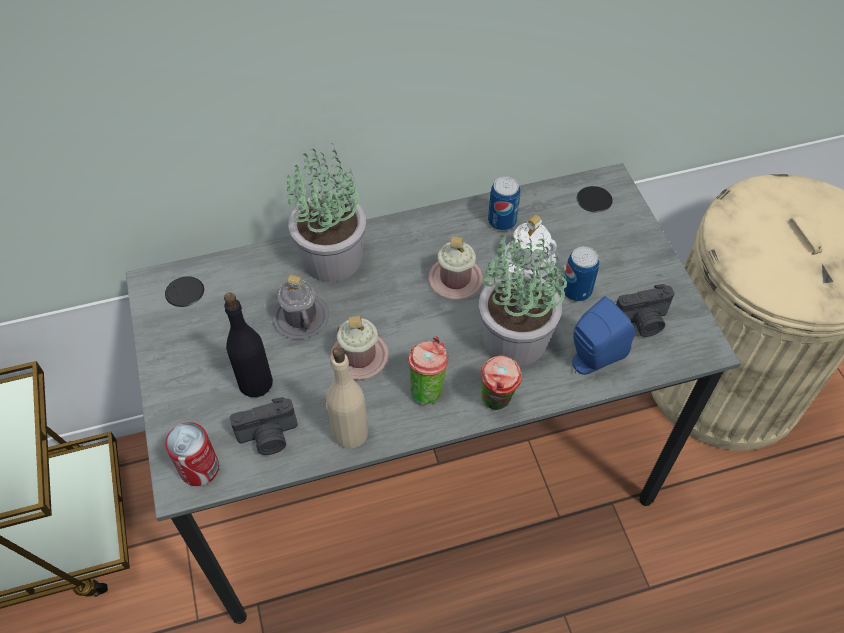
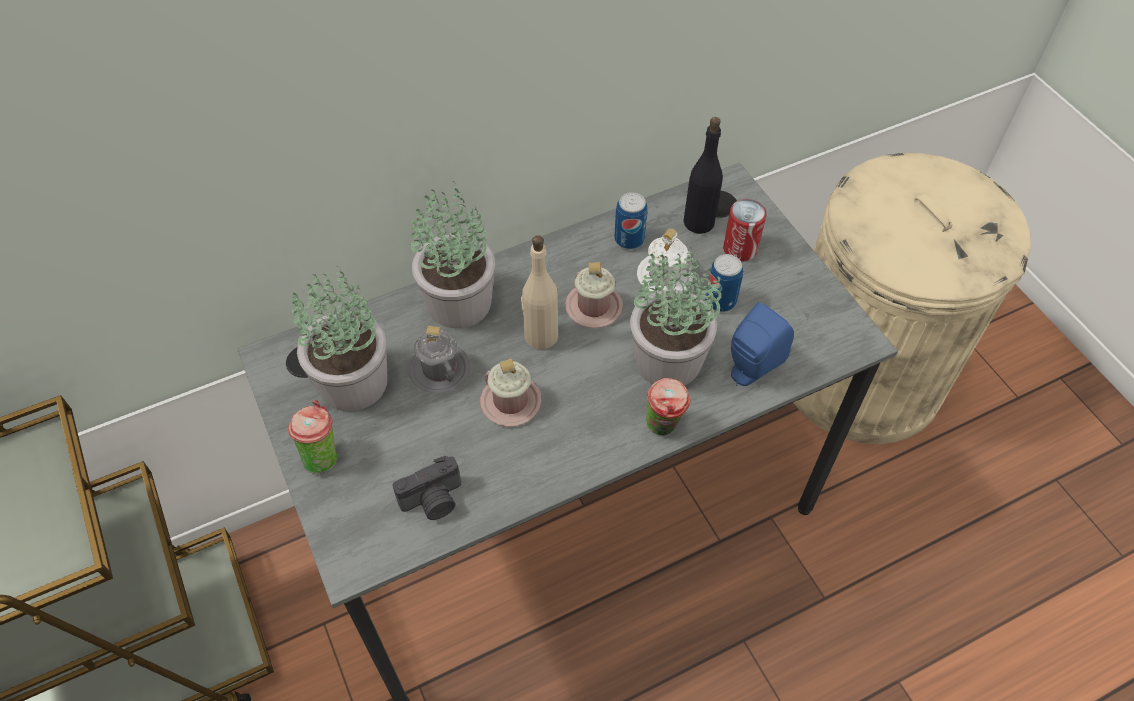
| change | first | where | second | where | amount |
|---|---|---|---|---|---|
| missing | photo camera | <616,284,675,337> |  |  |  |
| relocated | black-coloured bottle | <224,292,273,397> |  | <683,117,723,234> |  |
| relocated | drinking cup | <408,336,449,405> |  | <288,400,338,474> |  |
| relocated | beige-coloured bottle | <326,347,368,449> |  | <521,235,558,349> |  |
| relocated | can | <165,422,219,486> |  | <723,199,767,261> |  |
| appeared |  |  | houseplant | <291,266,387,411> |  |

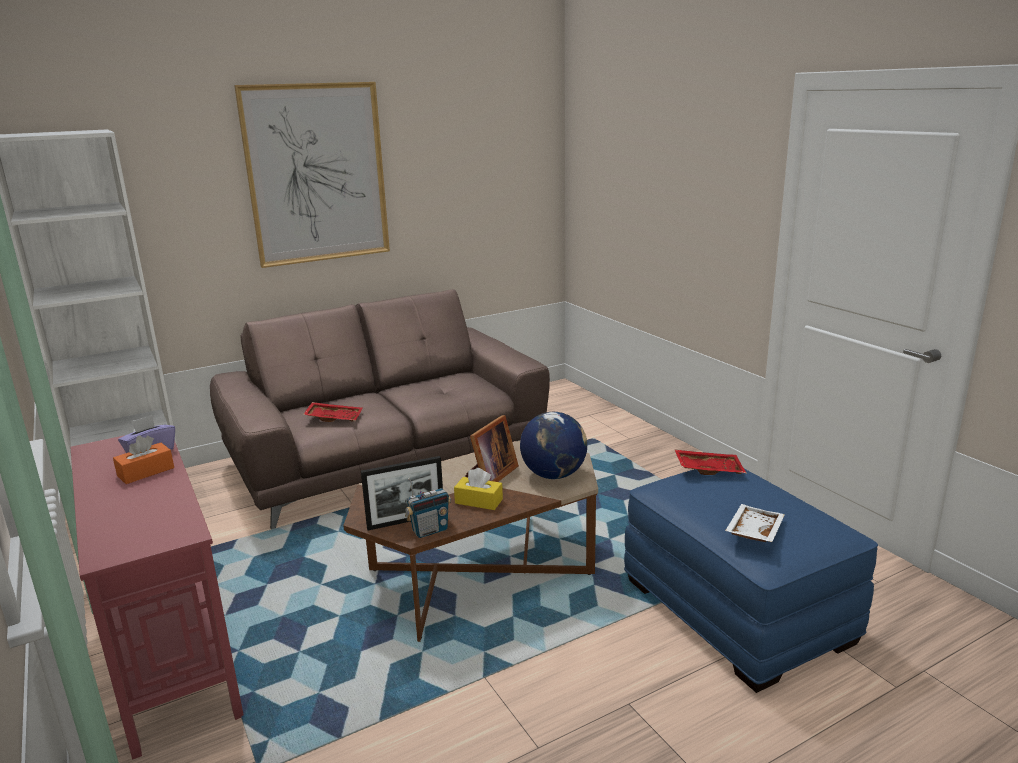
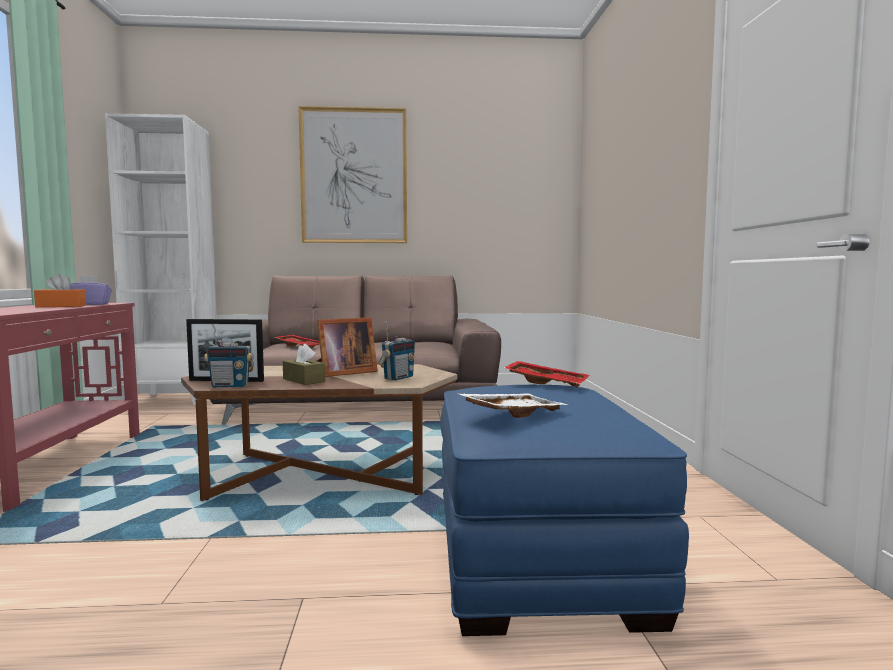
| change | first | where | second | where | amount |
|---|---|---|---|---|---|
| exchanged | globe | <520,412,587,479> | radio | <378,322,415,380> |  |
| colour | yellowish tissue holder | <454,468,503,510> | brownish tissue holder | <283,343,325,385> |  |

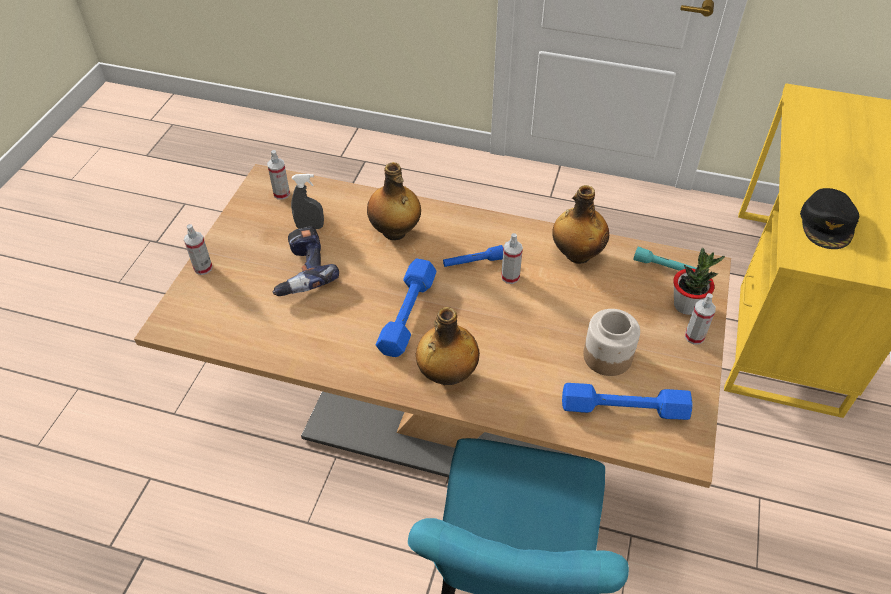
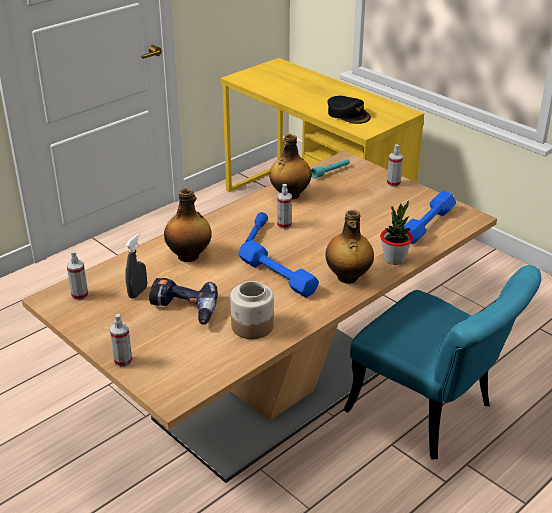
| change | first | where | second | where | amount |
|---|---|---|---|---|---|
| relocated | houseplant | <673,248,725,315> |  | <380,201,413,265> |  |
| relocated | storage jar | <583,309,640,376> |  | <230,281,274,339> |  |

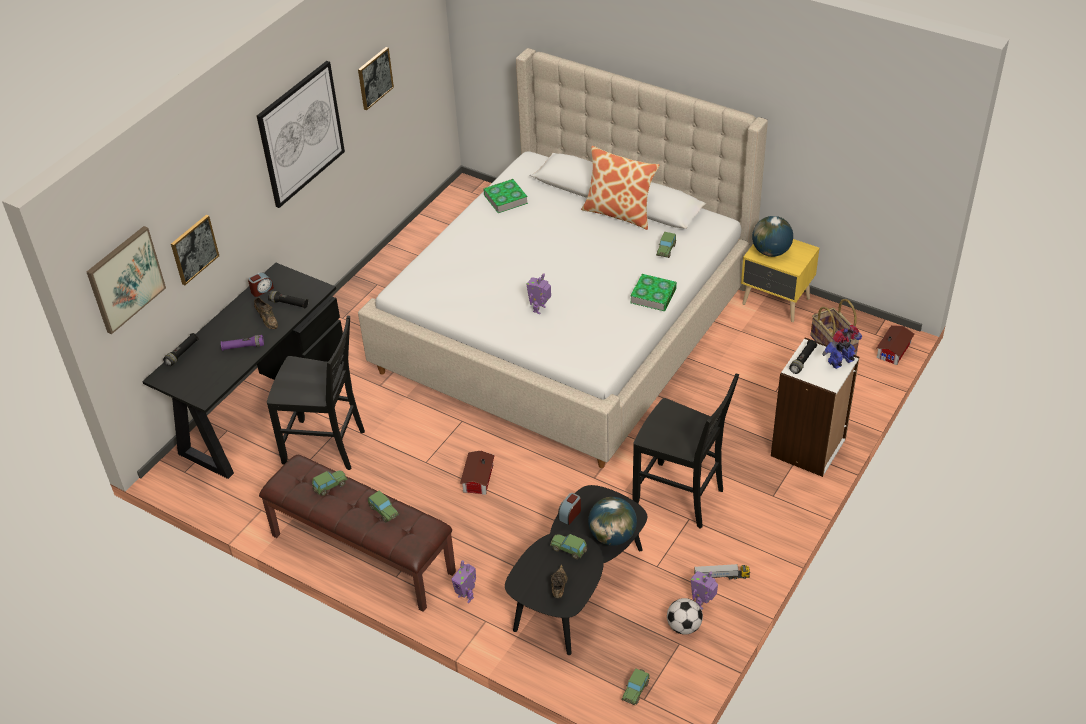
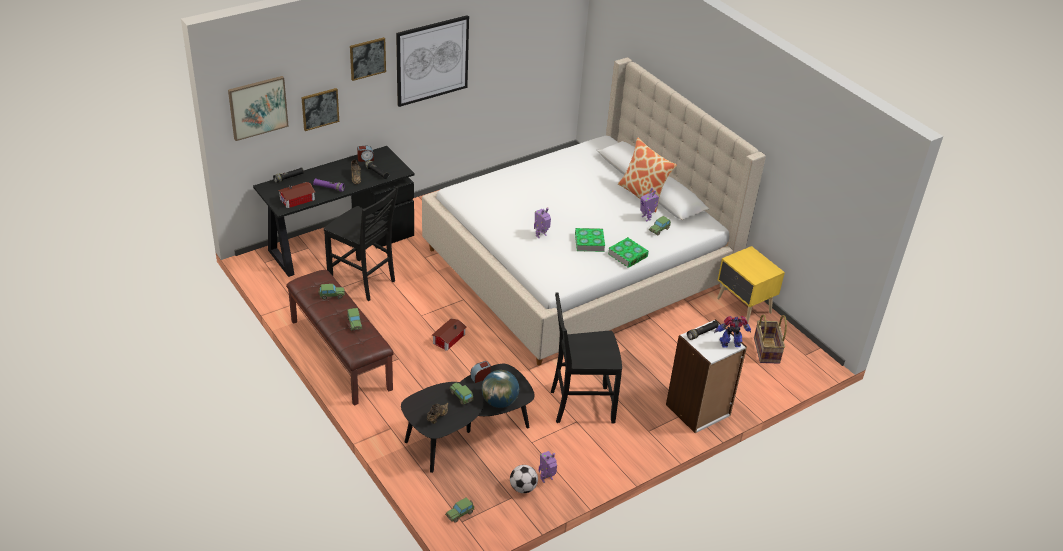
| change | first | where | second | where | amount |
|---|---|---|---|---|---|
| relocated | wall picture | <358,47,394,110> |  | <350,37,386,81> |  |
| relocated | volume | <483,179,528,213> |  | <575,228,605,252> |  |
| missing | globe | <752,216,793,257> |  |  |  |
| relocated | model house | <877,325,914,365> |  | <278,182,315,208> |  |
| spun | black-coloured plain chair | <632,373,739,529> |  | <551,293,622,424> | 120 degrees clockwise |
| relocated | robot figure | <451,560,476,603> |  | <640,188,659,222> |  |
| missing | toy lorry | <694,564,750,580> |  |  |  |

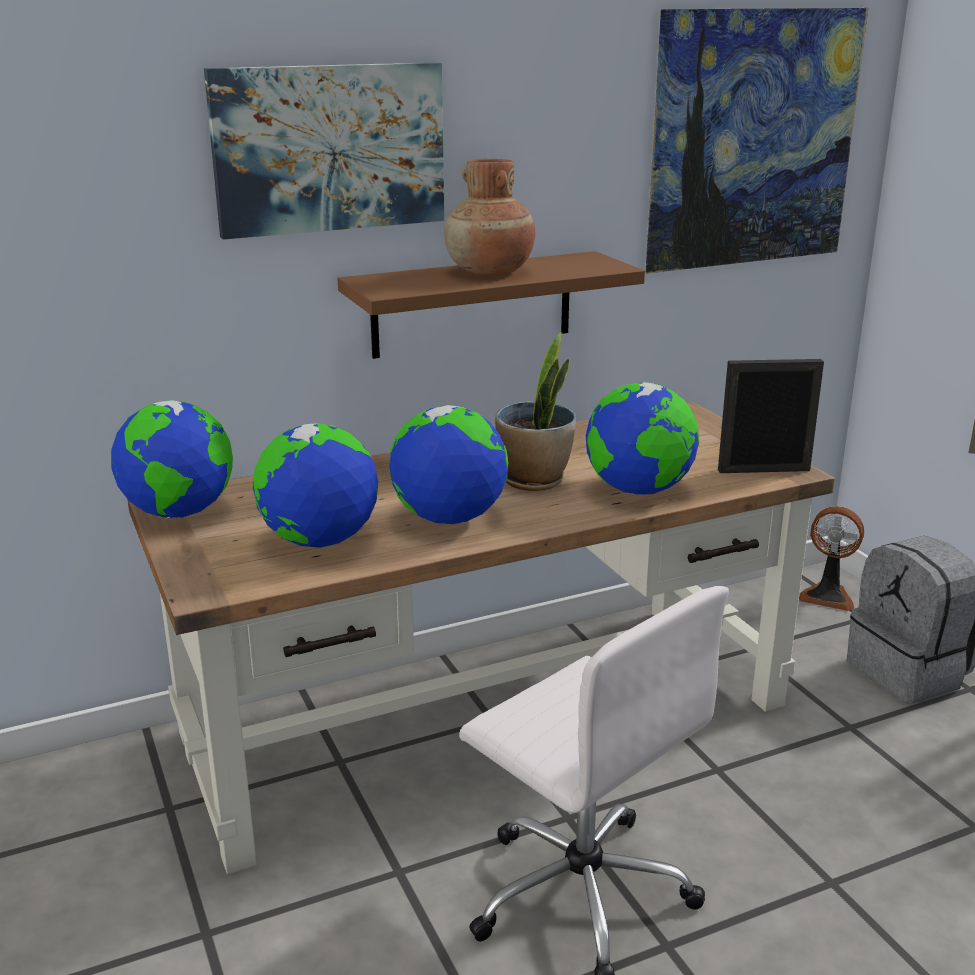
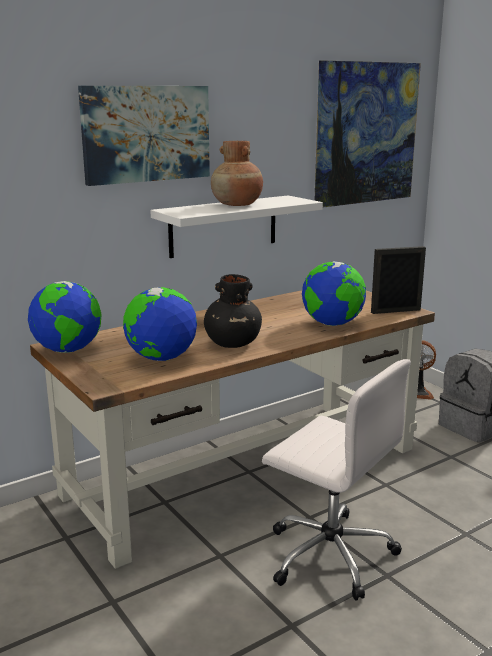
| change | first | where | second | where | amount |
|---|---|---|---|---|---|
| colour | brownish wall shelf | <337,251,645,359> | white wall shelf | <150,196,323,258> |  |
| missing | houseplant | <495,332,576,491> |  |  |  |
| exchanged | globe | <389,405,509,524> | black-coloured vase | <204,274,262,348> |  |

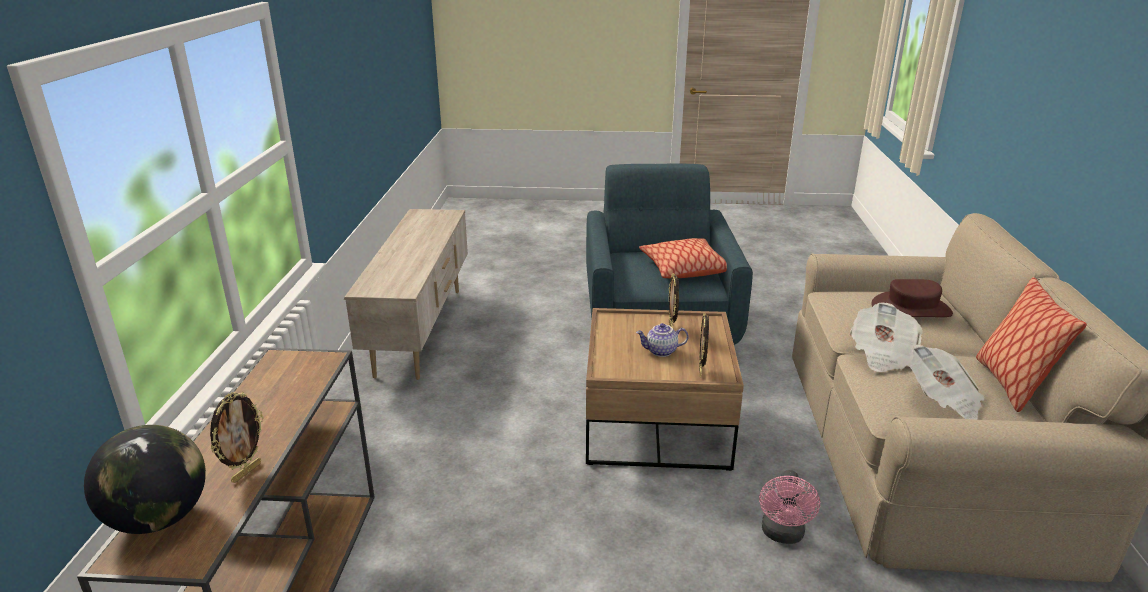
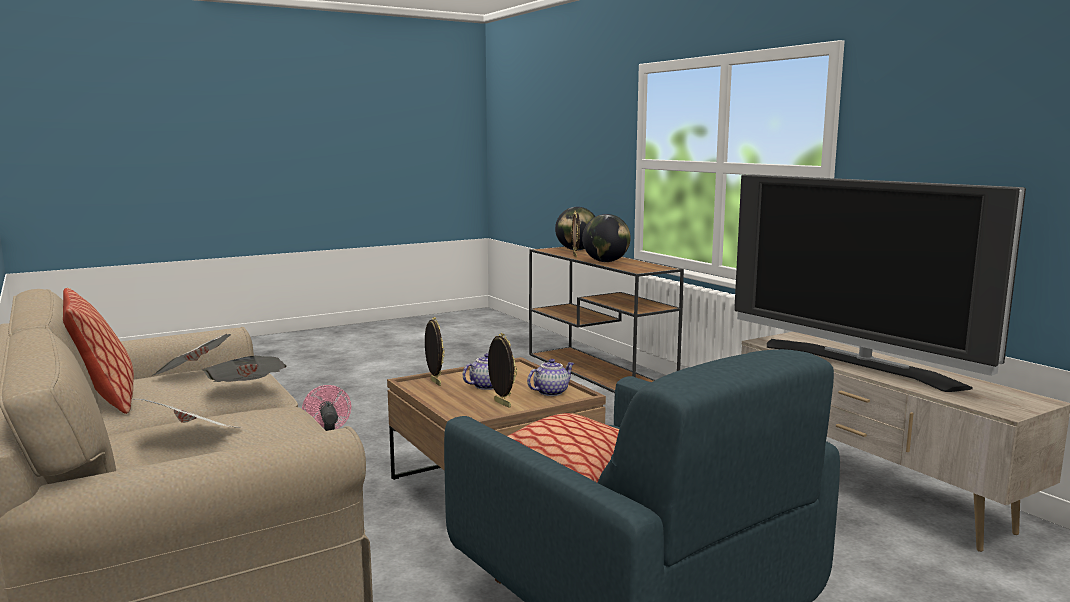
| change | first | where | second | where | amount |
|---|---|---|---|---|---|
| exchanged | brownish clothing hat | <871,279,953,317> | newspaper | <131,399,240,428> |  |
| appeared |  |  | TV | <734,174,1026,392> |  |
| appeared |  |  | globe | <582,214,631,262> |  |
| appeared |  |  | pot for tea | <527,359,574,396> |  |

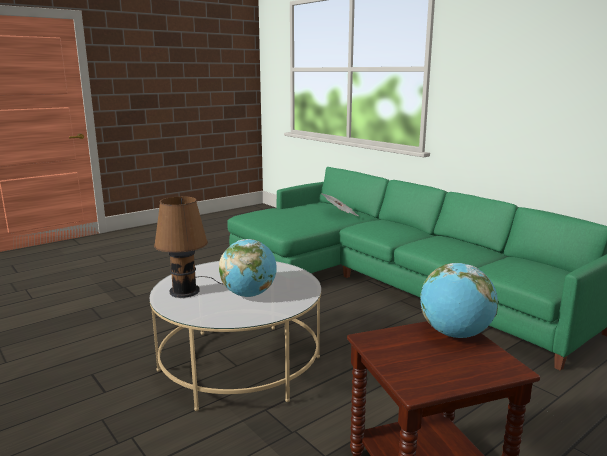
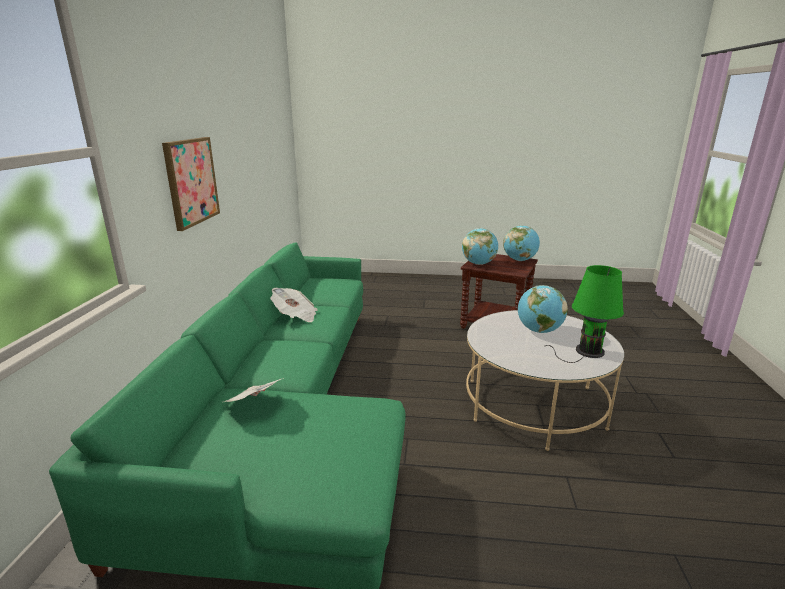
| change | first | where | second | where | amount |
|---|---|---|---|---|---|
| colour | brownish lamp for a table | <154,196,224,298> | green-coloured lamp for a table | <545,265,624,363> |  |
| appeared |  |  | wall picture | <162,137,220,231> |  |
| appeared |  |  | globe | <503,225,540,261> |  |
| appeared |  |  | newspaper | <270,288,318,322> |  |

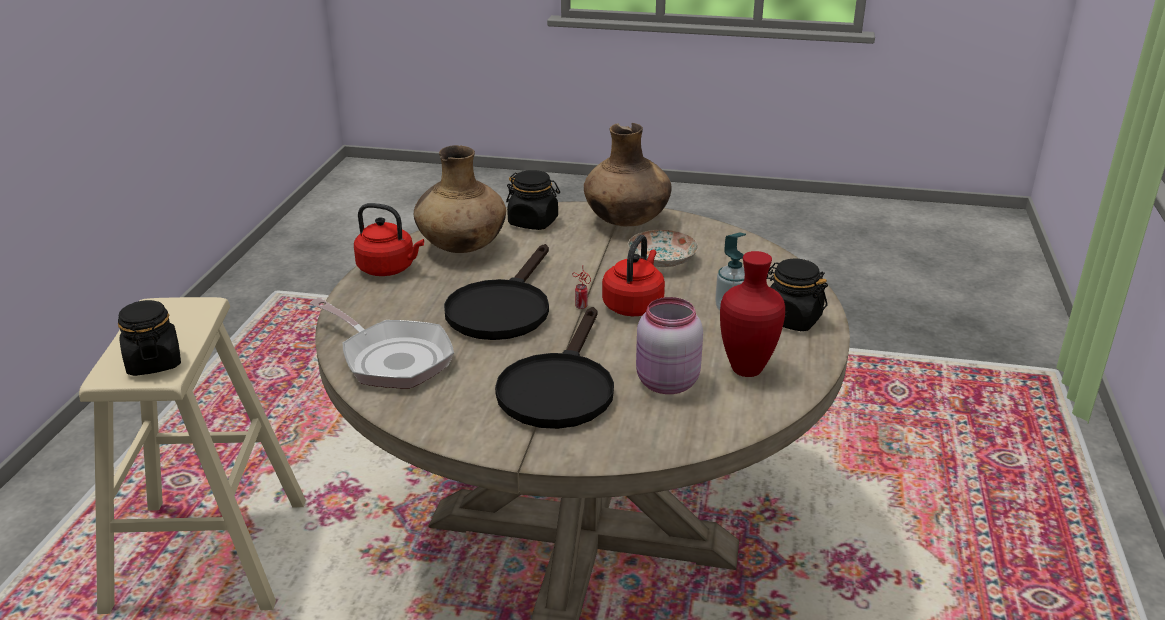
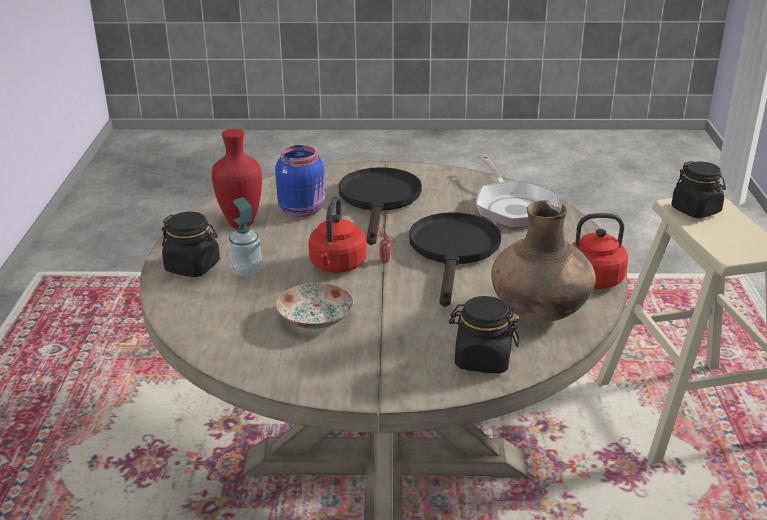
| change | first | where | second | where | amount |
|---|---|---|---|---|---|
| missing | brownish vase | <584,123,672,226> |  |  |  |
| colour | pink-coloured storage jar | <636,297,703,394> | bluish storage jar | <275,145,325,217> |  |
| spun | frying pan | <310,298,454,389> |  | <476,154,559,228> | 135 degrees counterclockwise |

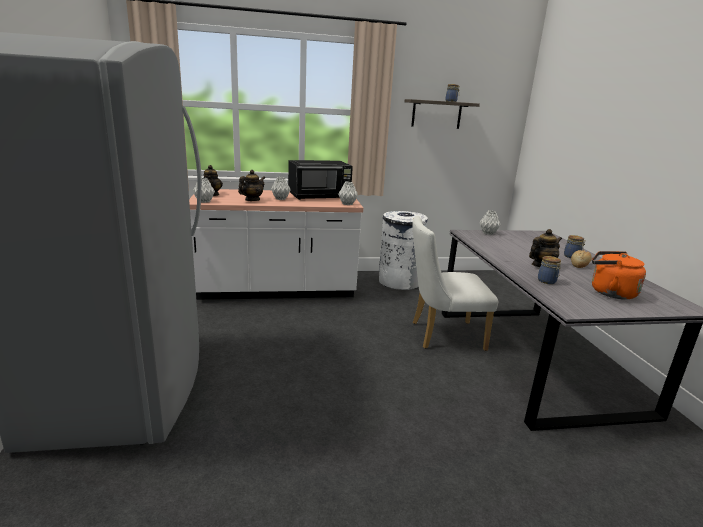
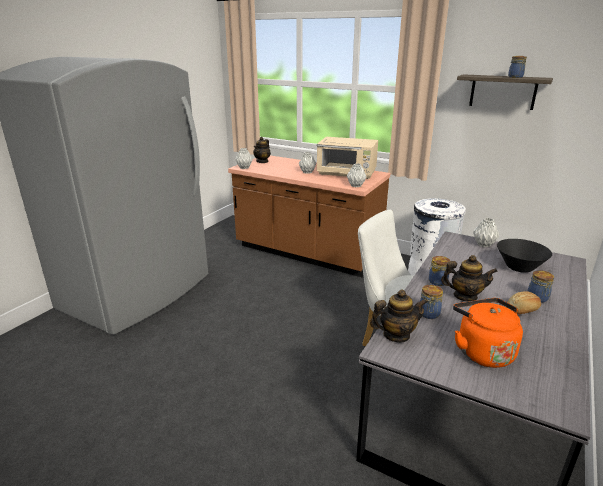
| change | first | where | second | where | amount |
|---|---|---|---|---|---|
| colour | black-coloured kitchen microwave | <288,160,353,200> | beige-coloured kitchen microwave | <317,137,378,179> |  |
| relocated | pot for tea | <238,170,265,201> |  | <370,289,428,343> |  |
| colour | white kitchen counter | <189,189,363,300> | brownish kitchen counter | <228,155,390,278> |  |
| appeared |  |  | black-coloured serving bowl | <497,239,552,273> |  |
| appeared |  |  | storage jar | <429,256,450,286> |  |

